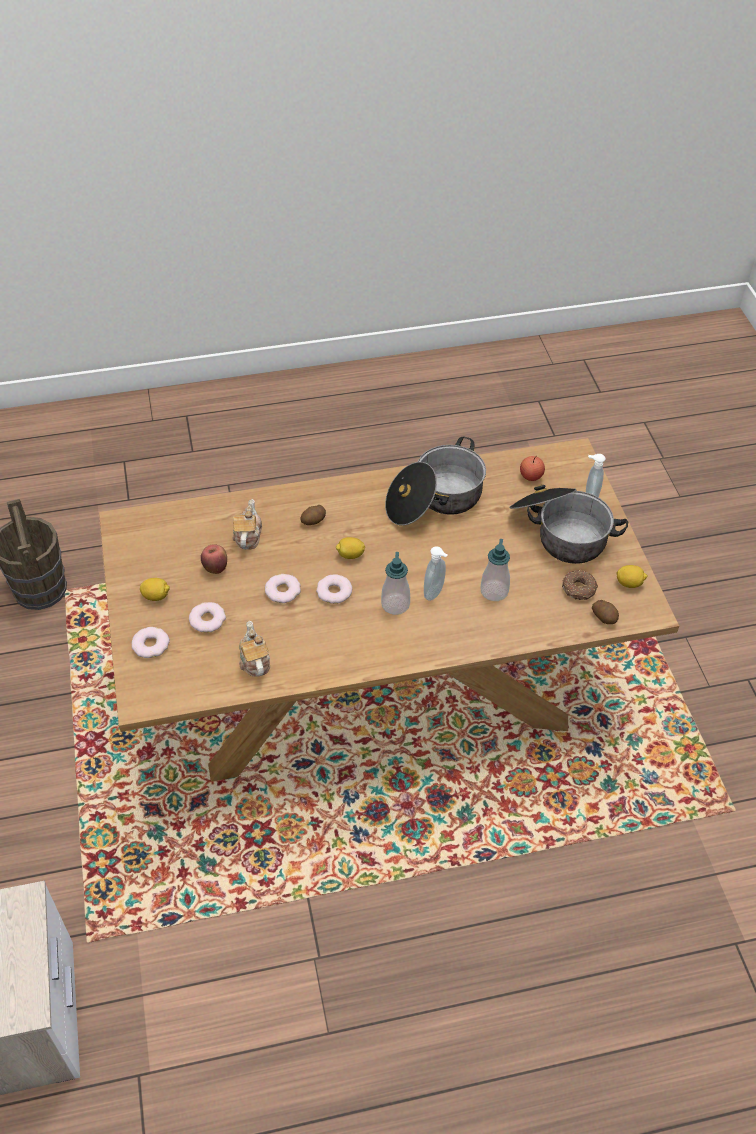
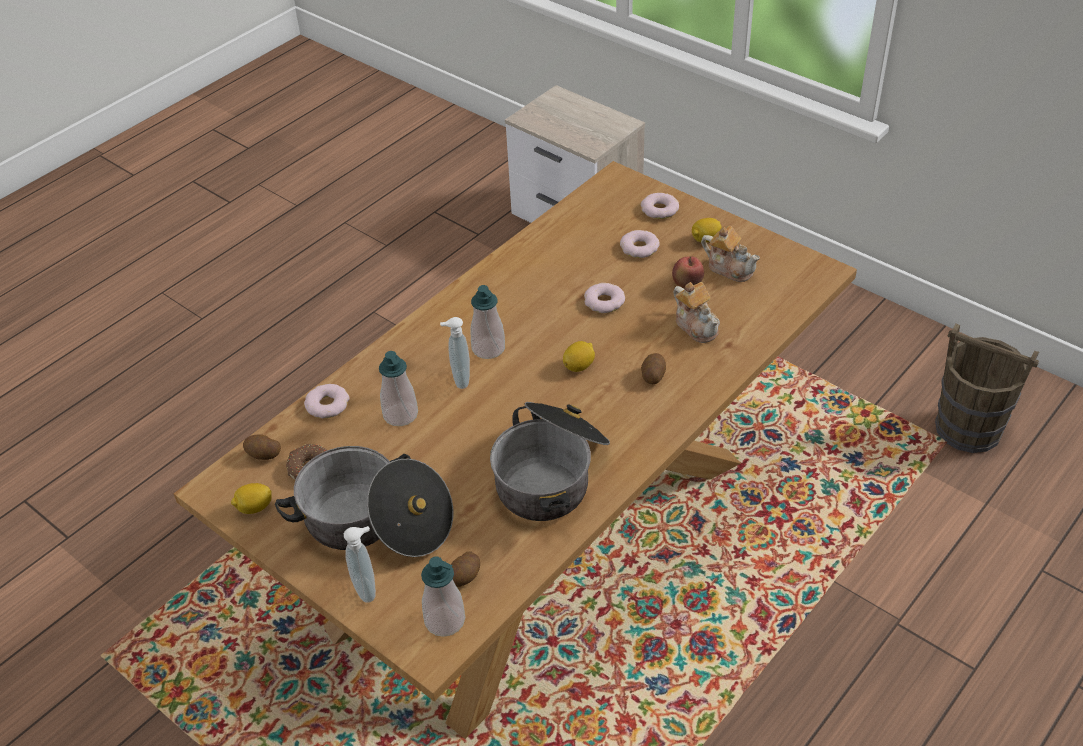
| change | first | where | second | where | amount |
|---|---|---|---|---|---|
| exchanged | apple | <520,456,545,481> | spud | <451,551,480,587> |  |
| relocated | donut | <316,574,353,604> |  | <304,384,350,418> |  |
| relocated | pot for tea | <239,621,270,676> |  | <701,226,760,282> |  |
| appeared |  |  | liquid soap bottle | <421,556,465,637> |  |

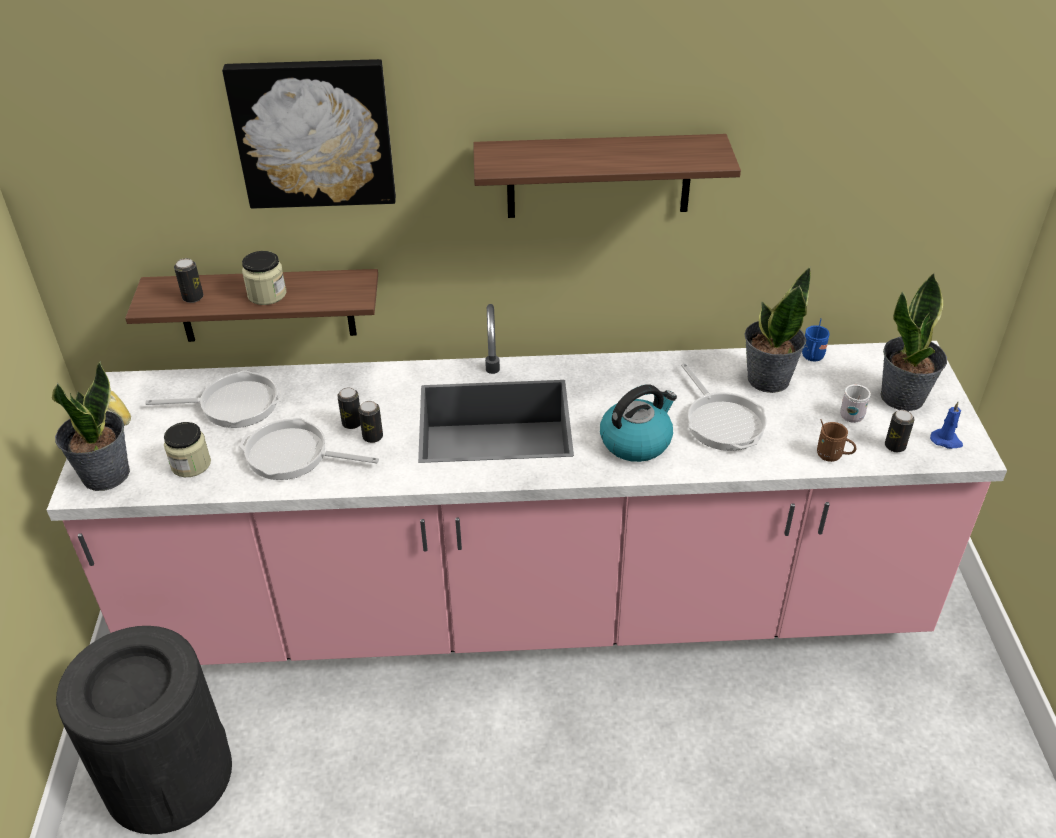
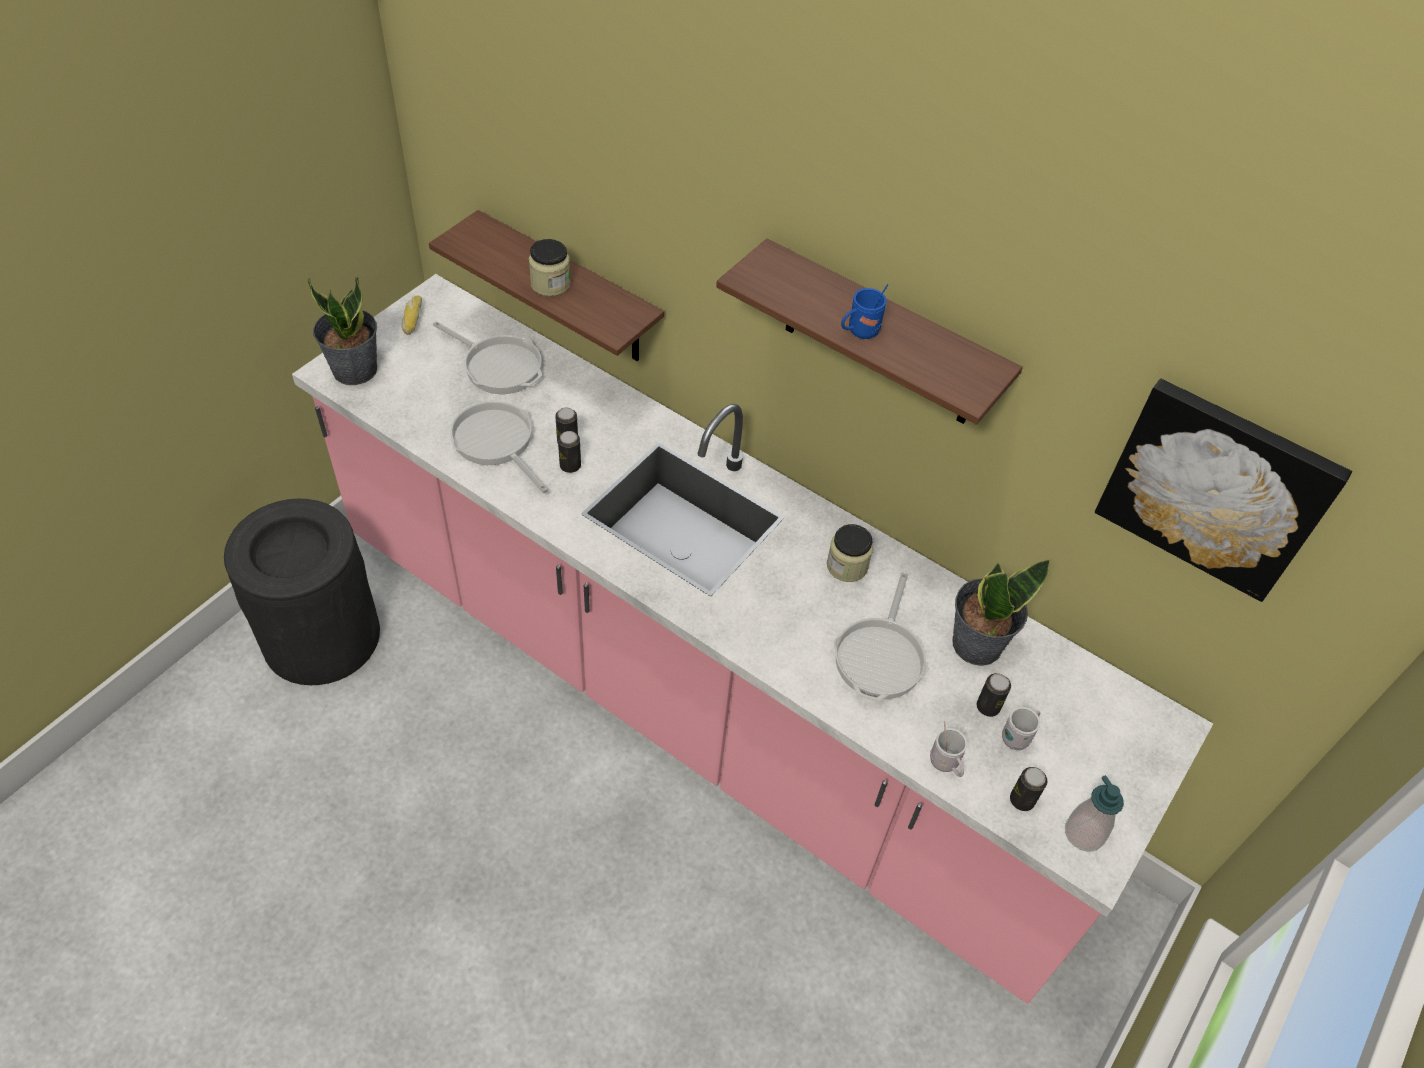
| change | first | where | second | where | amount |
|---|---|---|---|---|---|
| relocated | wall picture | <222,59,396,209> |  | <1095,378,1352,602> |  |
| relocated | can | <174,258,203,303> |  | <977,673,1011,717> |  |
| missing | houseplant | <880,273,947,411> |  |  |  |
| relocated | bluish mug | <802,318,830,361> |  | <841,284,888,339> |  |
| missing | tea kettle | <600,384,677,462> |  |  |  |
| exchanged | bluish wax candle | <930,402,963,449> | liquid soap bottle | <1065,775,1124,852> |  |
| colour | brownish mug | <817,419,857,462> | white mug | <930,721,967,777> |  |
| relocated | storage jar | <164,422,211,477> |  | <827,524,873,582> |  |

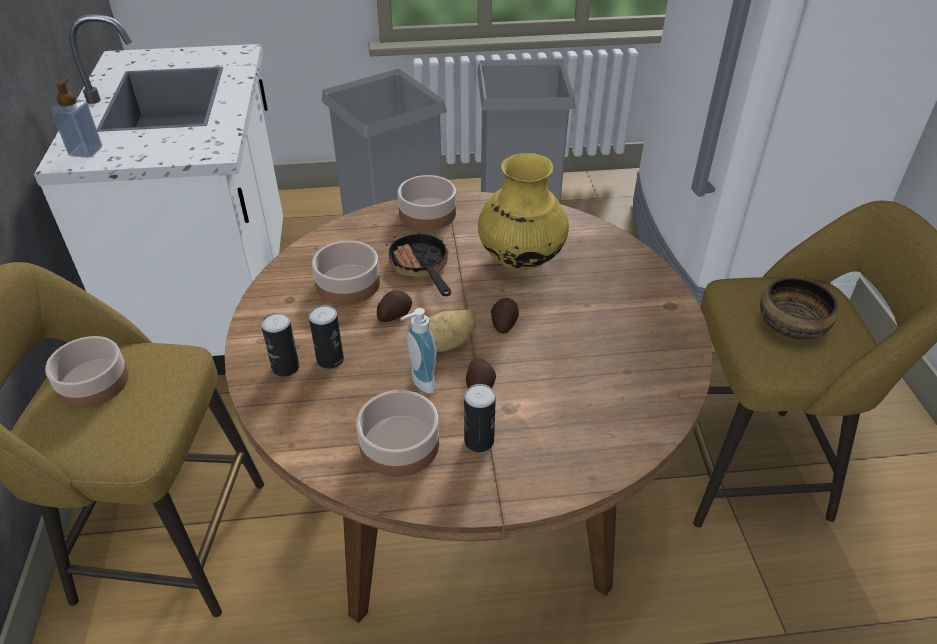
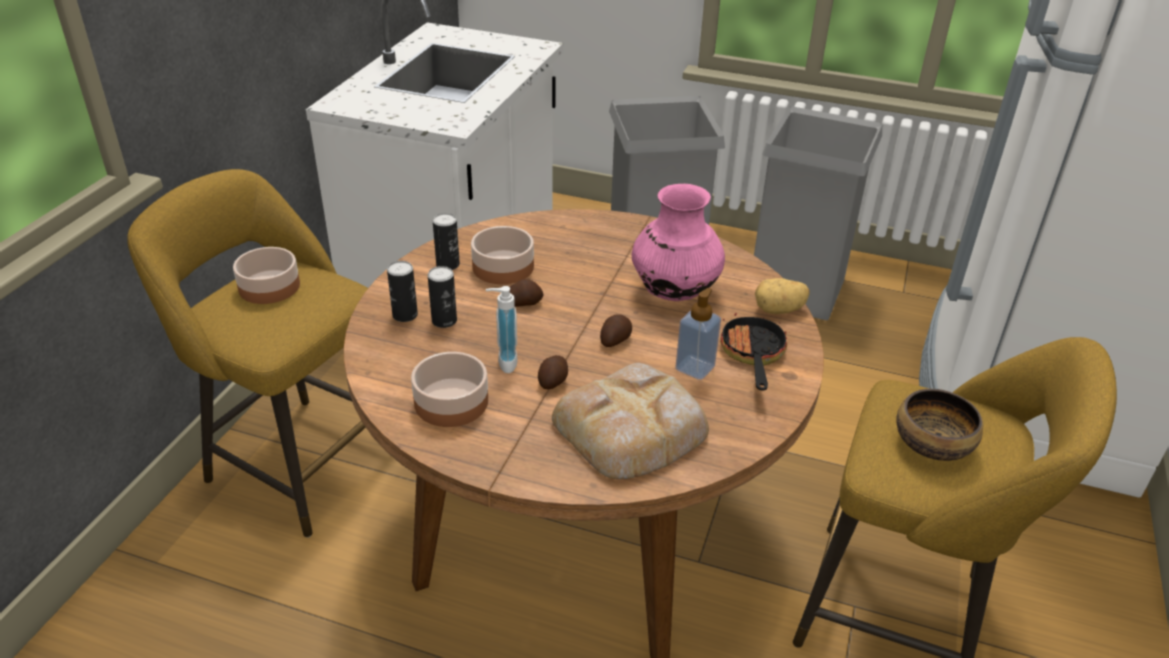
| change | first | where | second | where | amount |
|---|---|---|---|---|---|
| relocated | liquid soap bottle | <52,78,102,158> |  | <675,288,721,380> |  |
| colour | yellowish vase | <478,153,569,270> | pink-coloured vase | <632,184,725,301> |  |
| missing | serving bowl | <397,175,456,230> |  |  |  |
| relocated | frying pan | <386,233,451,296> |  | <720,313,787,390> |  |
| relocated | spud | <429,310,475,352> |  | <755,278,810,314> |  |
| relocated | can | <464,384,496,452> |  | <433,213,460,270> |  |
| appeared |  |  | bakery bread | <552,363,709,479> |  |

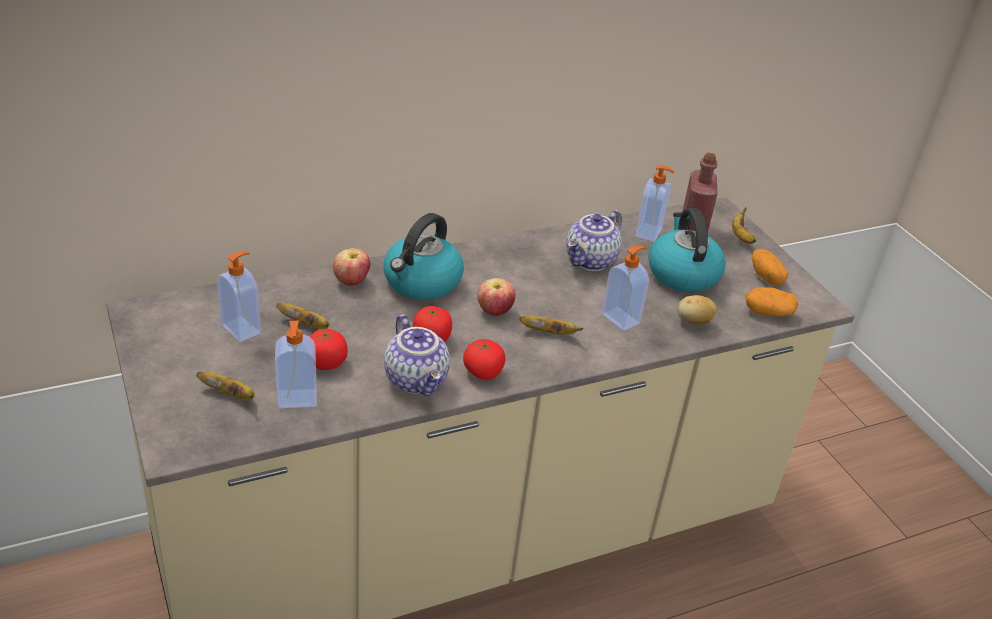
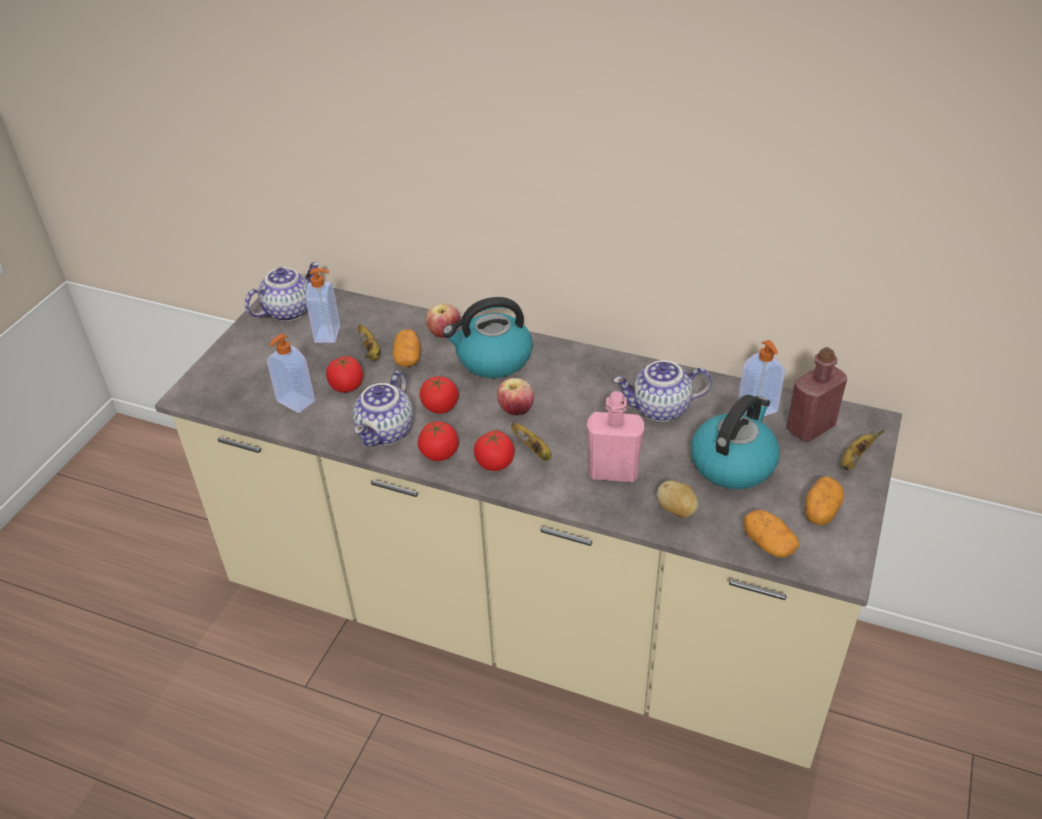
| change | first | where | second | where | amount |
|---|---|---|---|---|---|
| exchanged | liquid soap bottle | <602,245,649,331> | pink-coloured bottle | <587,391,644,482> |  |
| missing | whole banana | <196,371,255,400> |  |  |  |
| appeared |  |  | pot for tea | <245,262,320,321> |  |
| appeared |  |  | spud | <392,329,421,367> |  |
| appeared |  |  | fresh tomato | <474,430,515,471> |  |

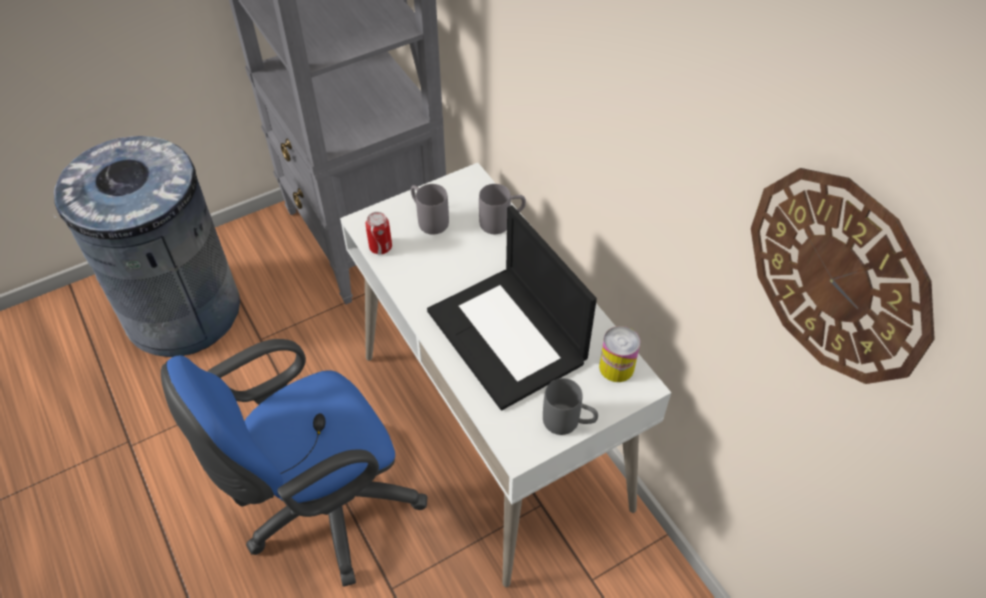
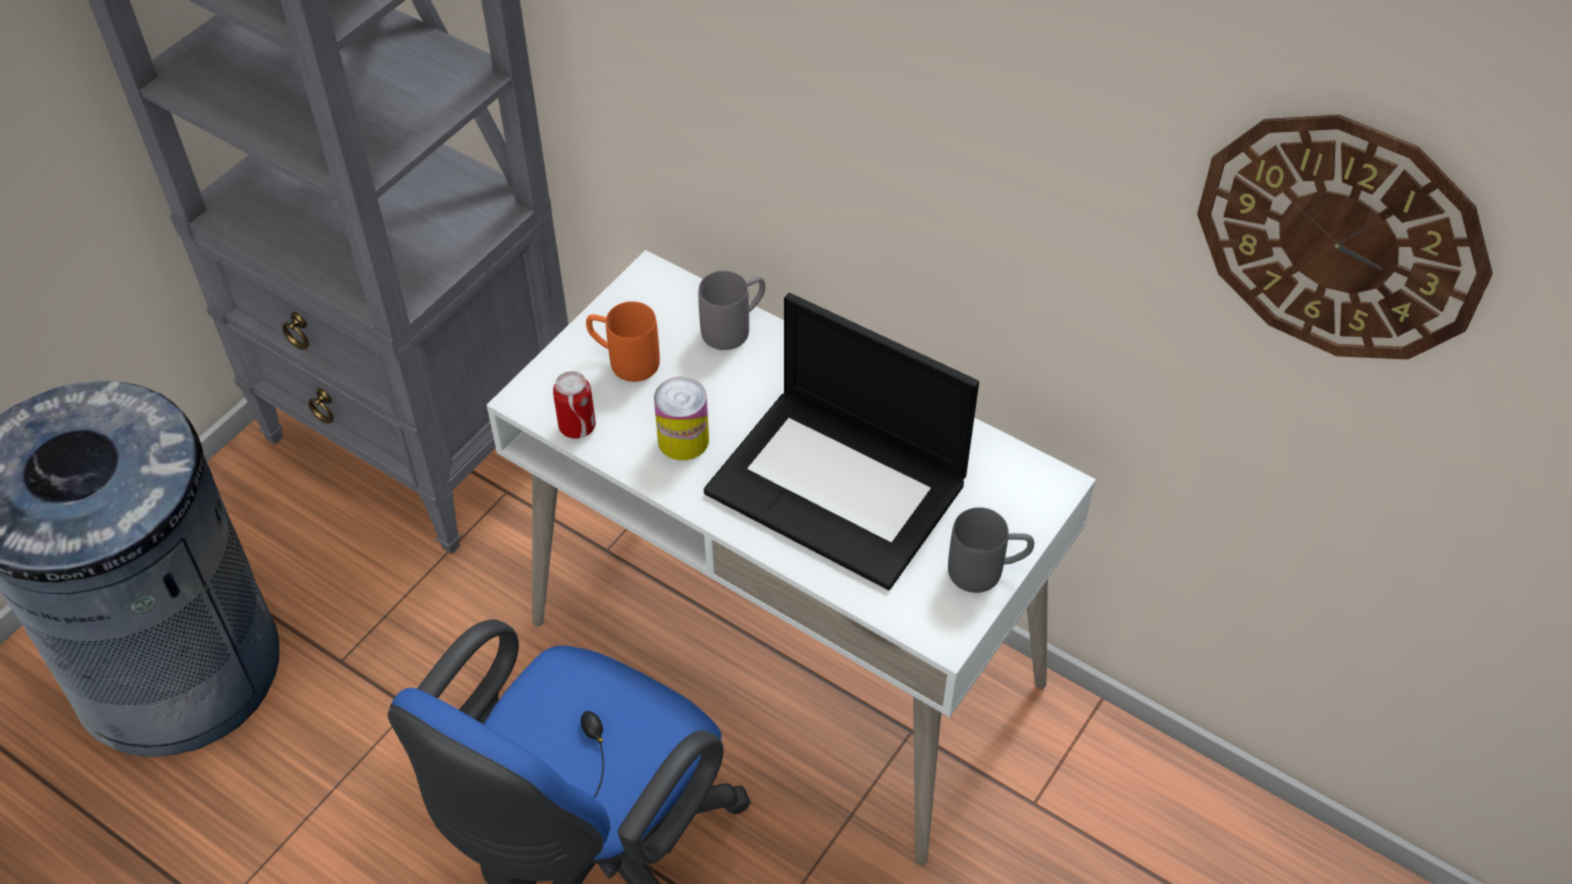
| change | first | where | second | where | amount |
|---|---|---|---|---|---|
| colour | gray mug | <411,184,449,235> | orangey mug | <586,301,660,382> |  |
| relocated | can | <599,326,640,382> |  | <654,377,709,460> |  |

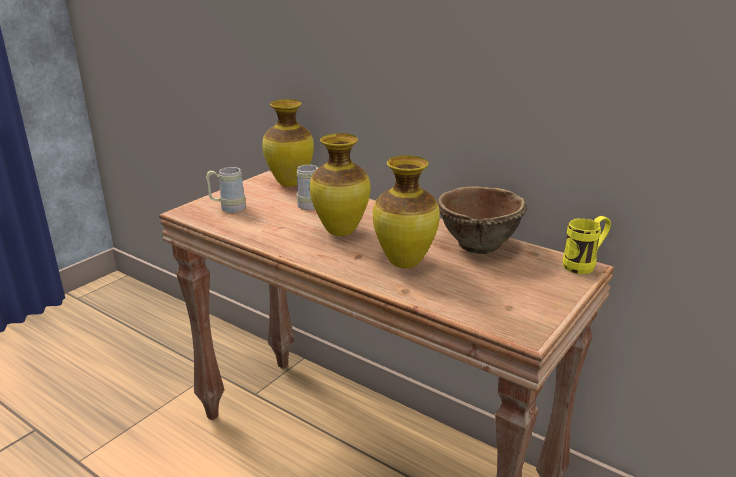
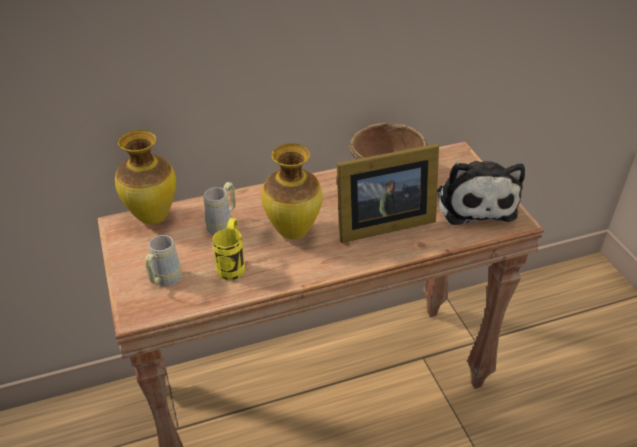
| change | first | where | second | where | amount |
|---|---|---|---|---|---|
| exchanged | vase | <373,155,440,268> | picture frame | <337,144,439,243> |  |
| relocated | yellowish mug | <563,216,611,274> |  | <212,218,245,280> |  |
| appeared |  |  | soft toy | <437,161,525,225> |  |

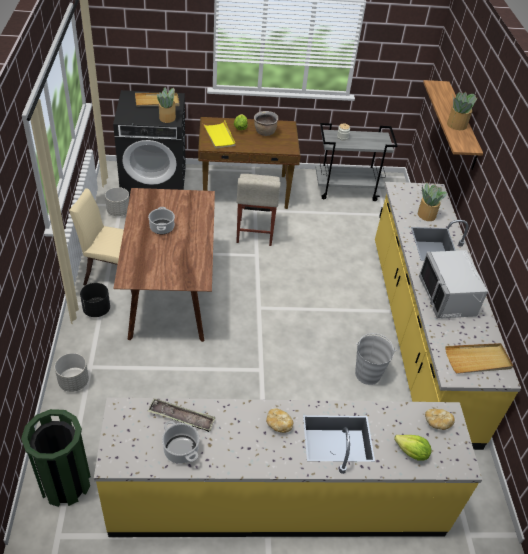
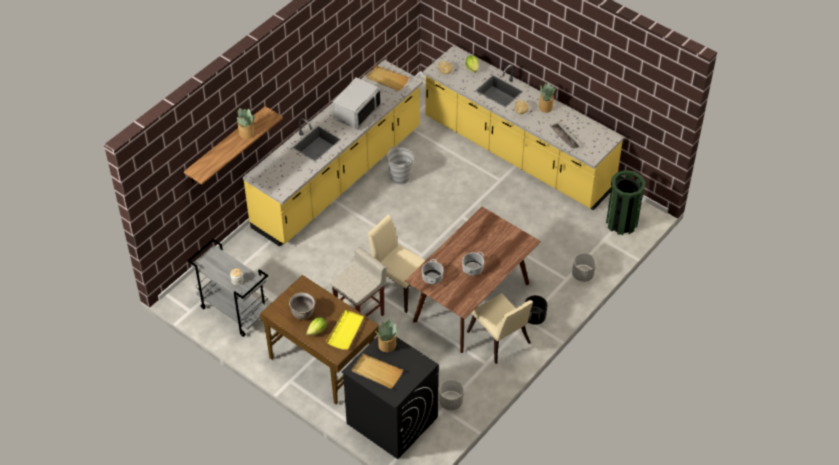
| change | first | where | second | where | amount |
|---|---|---|---|---|---|
| relocated | houseplant | <418,182,447,221> |  | <539,83,555,113> |  |
| relocated | stockpot | <162,421,199,464> |  | <421,259,444,285> |  |
| appeared |  |  | beige-coloured plain chair | <368,215,426,313> |  |

